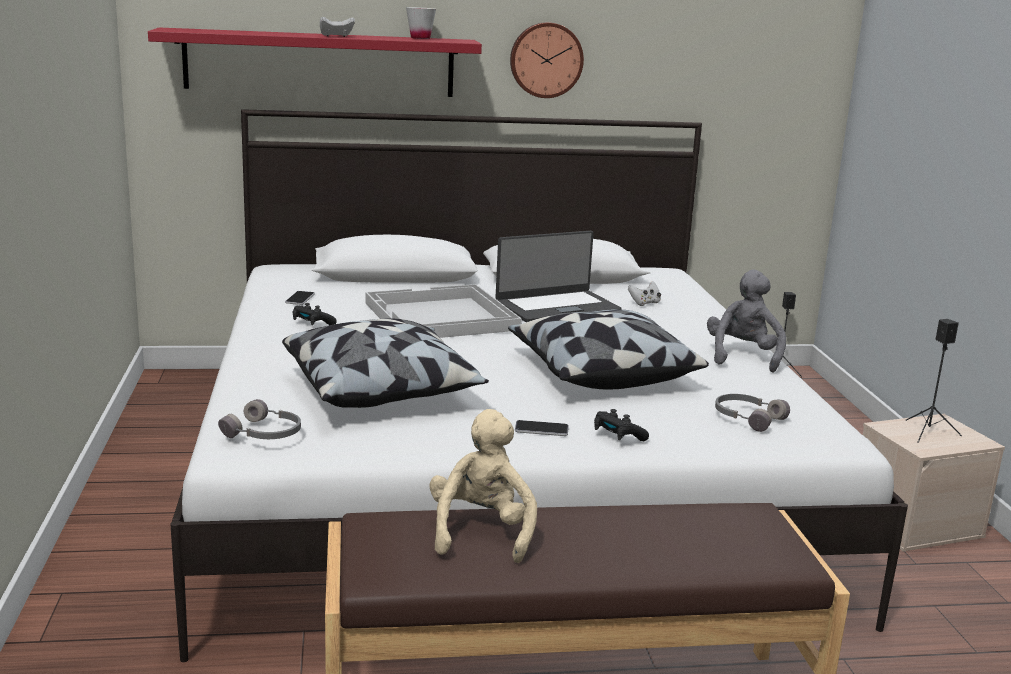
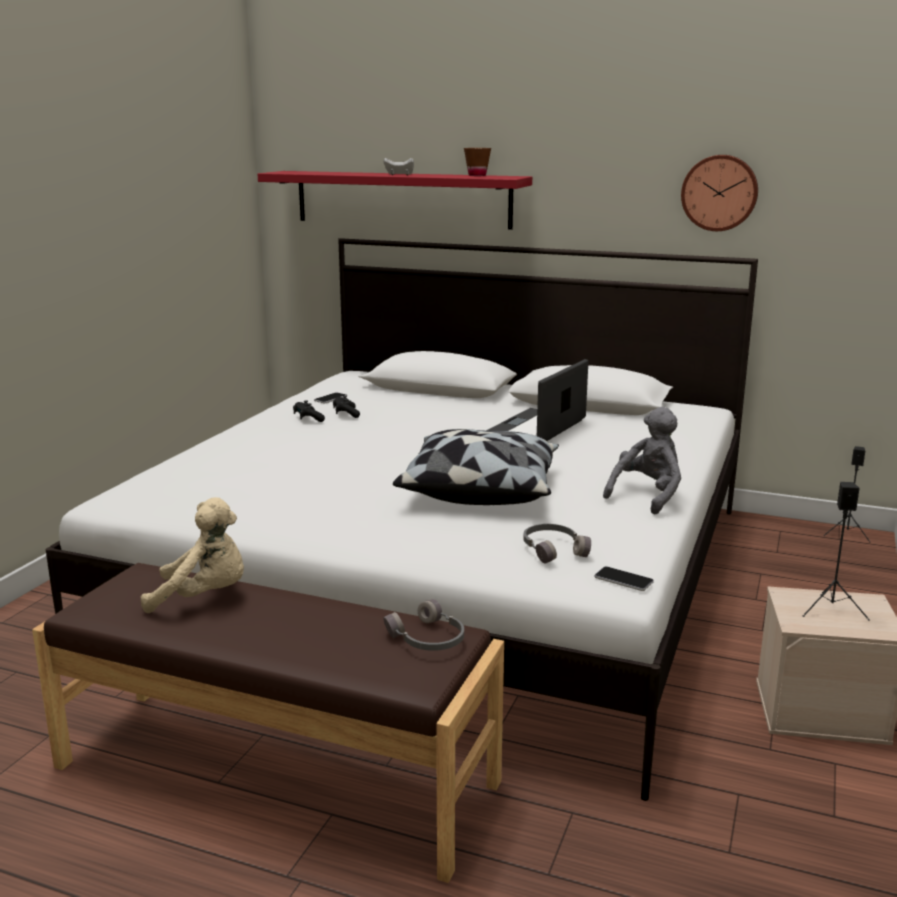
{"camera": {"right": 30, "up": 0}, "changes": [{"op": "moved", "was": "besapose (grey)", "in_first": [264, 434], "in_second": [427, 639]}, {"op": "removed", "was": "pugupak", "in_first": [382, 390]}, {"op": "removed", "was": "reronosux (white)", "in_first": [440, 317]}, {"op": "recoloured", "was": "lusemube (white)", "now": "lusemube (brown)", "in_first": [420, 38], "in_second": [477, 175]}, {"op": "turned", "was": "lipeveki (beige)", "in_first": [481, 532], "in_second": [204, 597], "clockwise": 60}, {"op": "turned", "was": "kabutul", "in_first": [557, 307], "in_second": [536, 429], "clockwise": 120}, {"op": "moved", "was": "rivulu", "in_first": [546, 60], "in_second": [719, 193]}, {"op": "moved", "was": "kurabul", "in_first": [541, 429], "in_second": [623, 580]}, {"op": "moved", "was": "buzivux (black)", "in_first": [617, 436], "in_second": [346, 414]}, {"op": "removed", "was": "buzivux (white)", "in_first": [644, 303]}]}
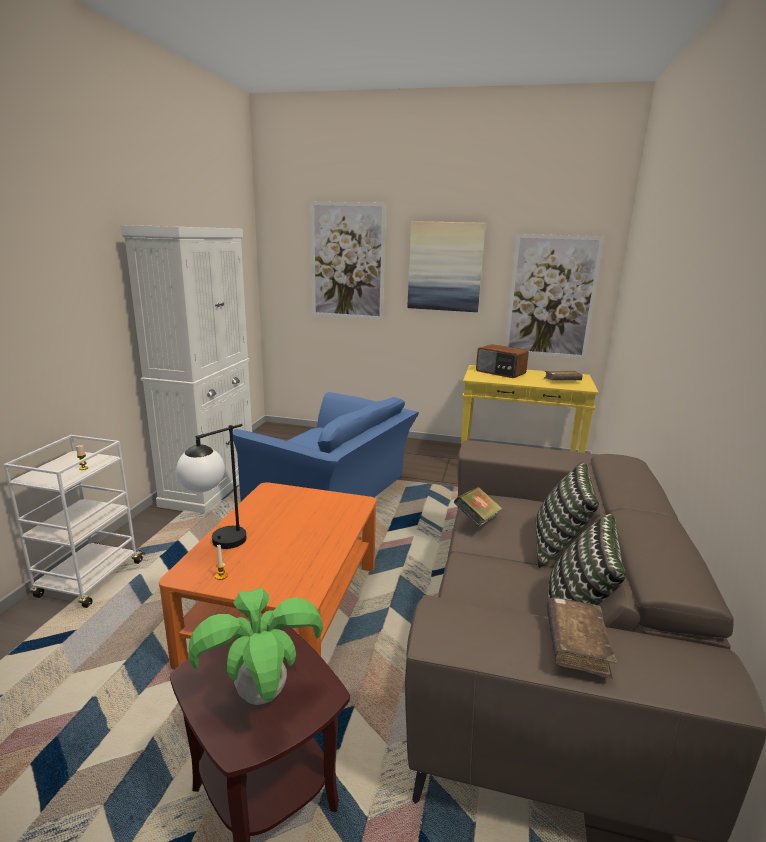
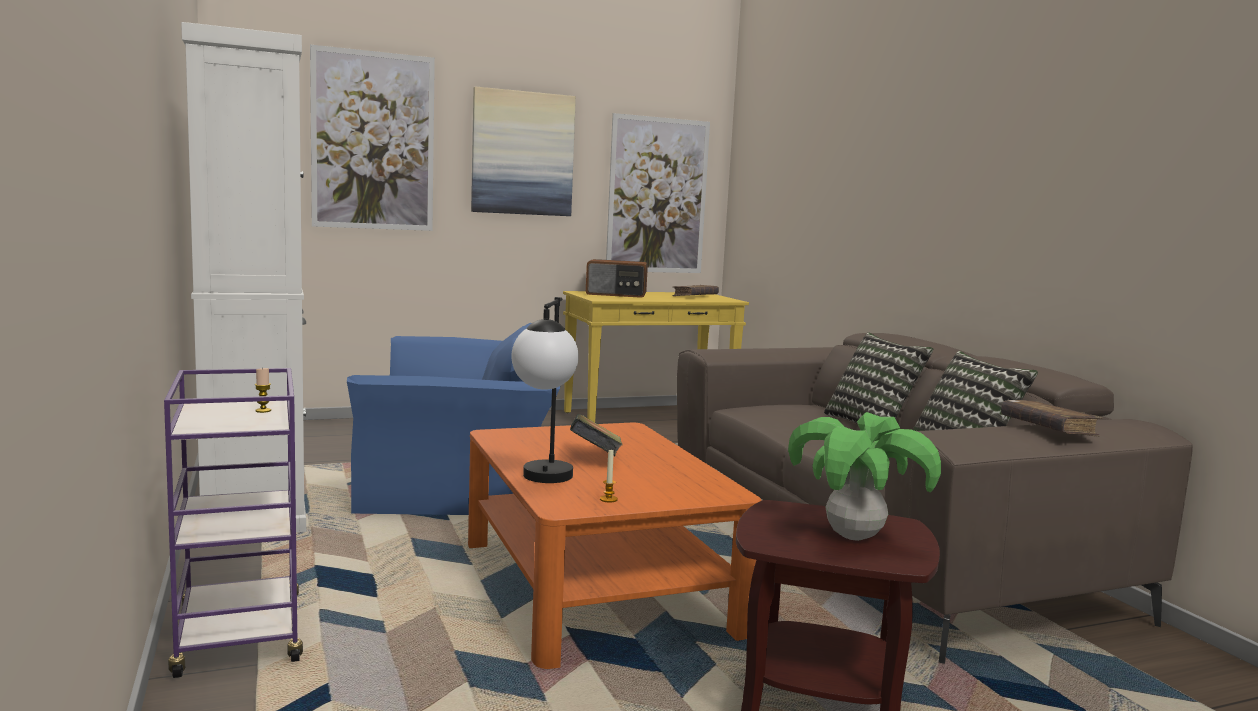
{"camera": {"right": -35, "up": -10}, "changes": [{"op": "recoloured", "was": "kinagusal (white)", "now": "kinagusal (purple)", "in_first": [90, 580], "in_second": [240, 637]}, {"op": "moved", "was": "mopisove", "in_first": [477, 520], "in_second": [595, 458]}]}
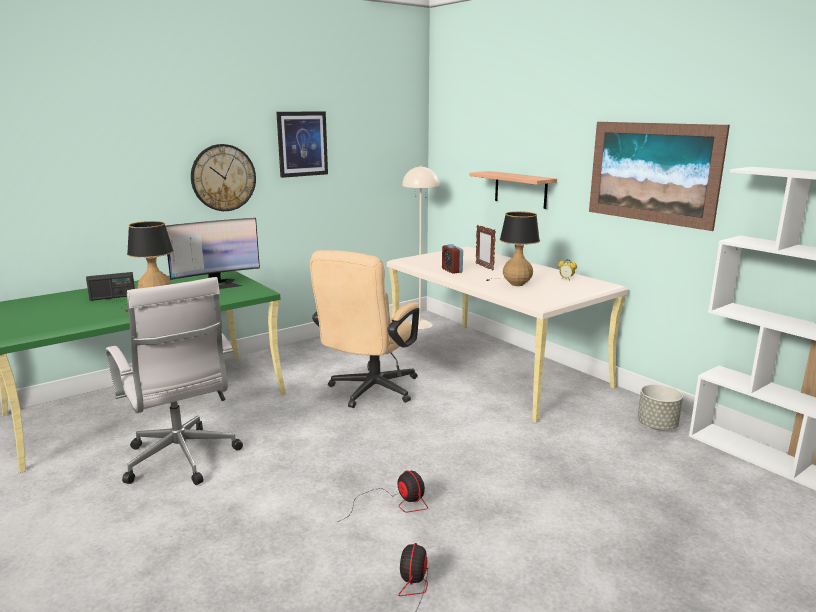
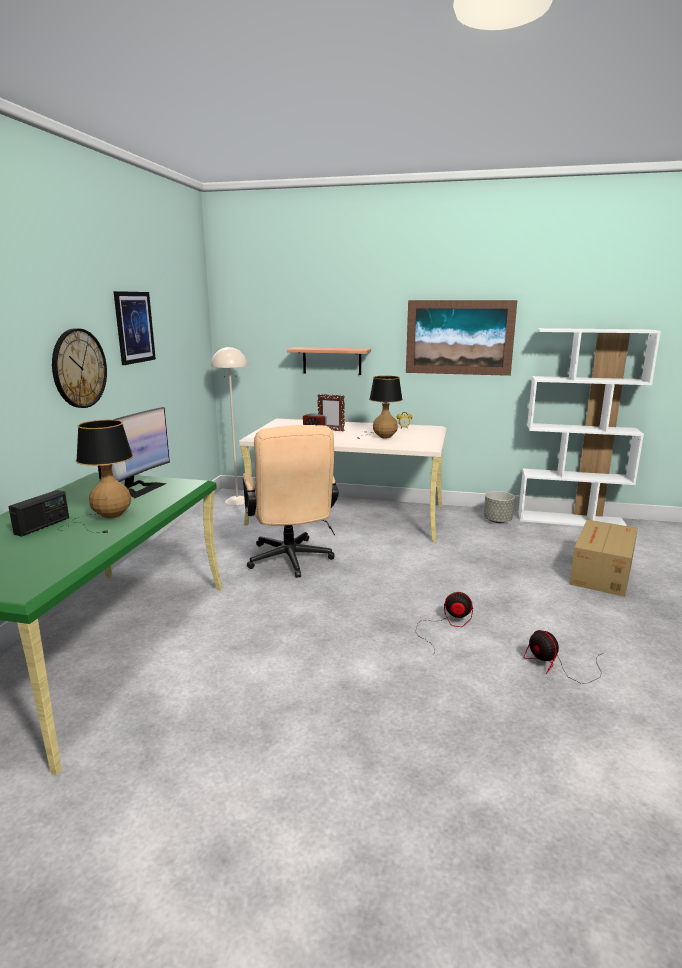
{"camera": {"right": -40, "up": 0}, "changes": [{"op": "removed", "was": "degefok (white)", "in_first": [182, 460]}, {"op": "added", "now": "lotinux", "in_second": [600, 573]}]}
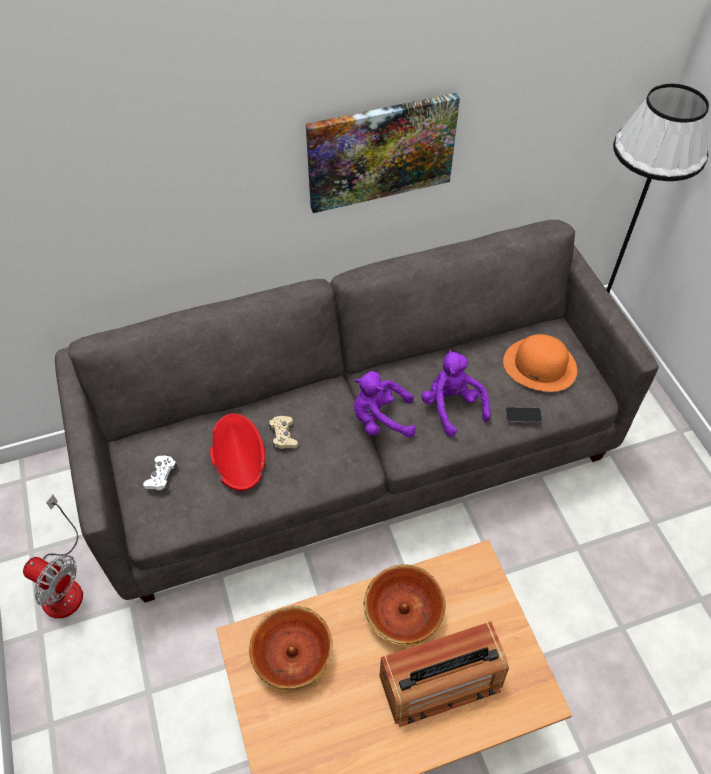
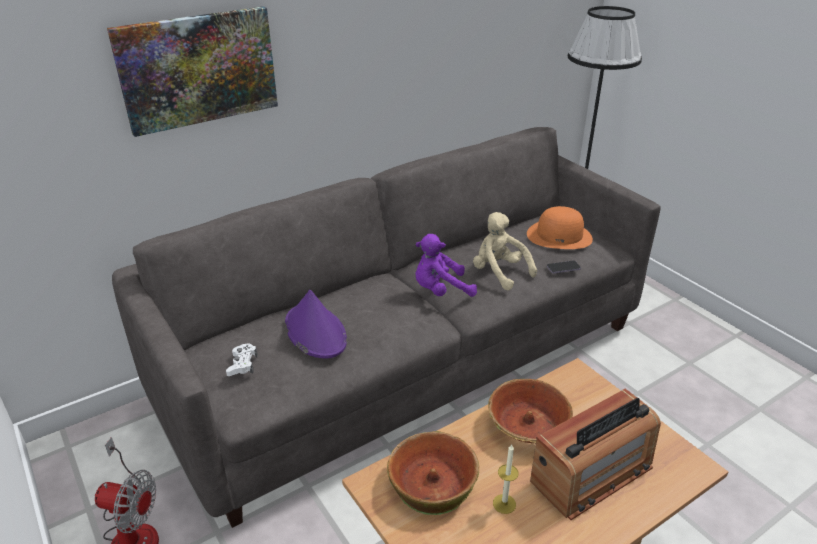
{"camera": {"right": -15, "up": -20}, "changes": [{"op": "recoloured", "was": "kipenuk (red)", "now": "kipenuk (purple)", "in_first": [237, 452], "in_second": [315, 332]}, {"op": "removed", "was": "buzivux (beige)", "in_first": [283, 436]}, {"op": "moved", "was": "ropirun", "in_first": [381, 152], "in_second": [198, 69]}, {"op": "recoloured", "was": "lipeveki (purple)", "now": "lipeveki (beige)", "in_first": [452, 407], "in_second": [499, 273]}, {"op": "added", "now": "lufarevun", "in_second": [504, 504]}]}
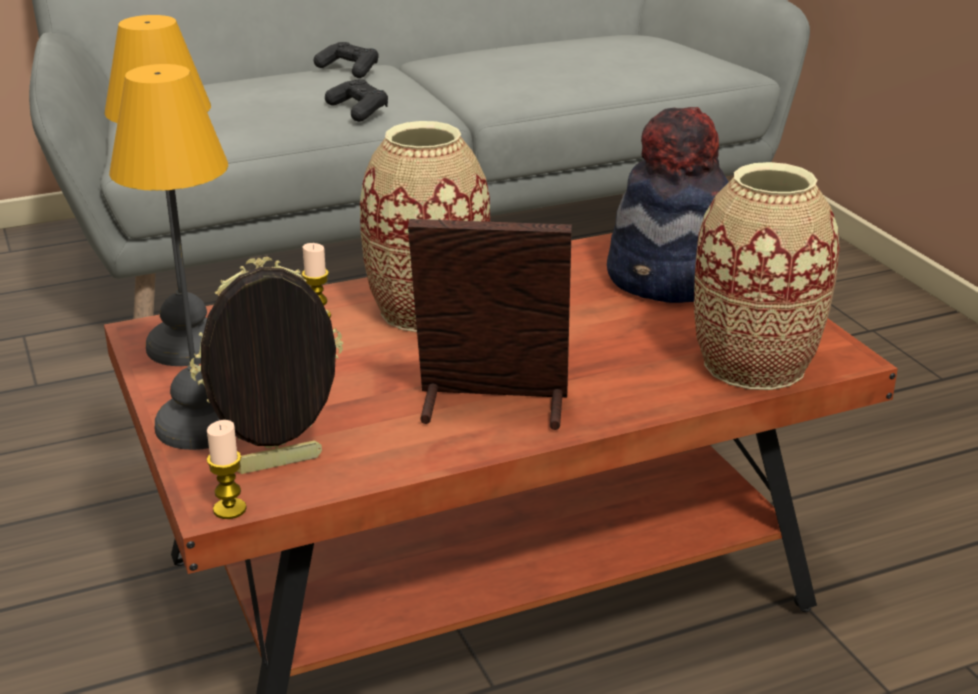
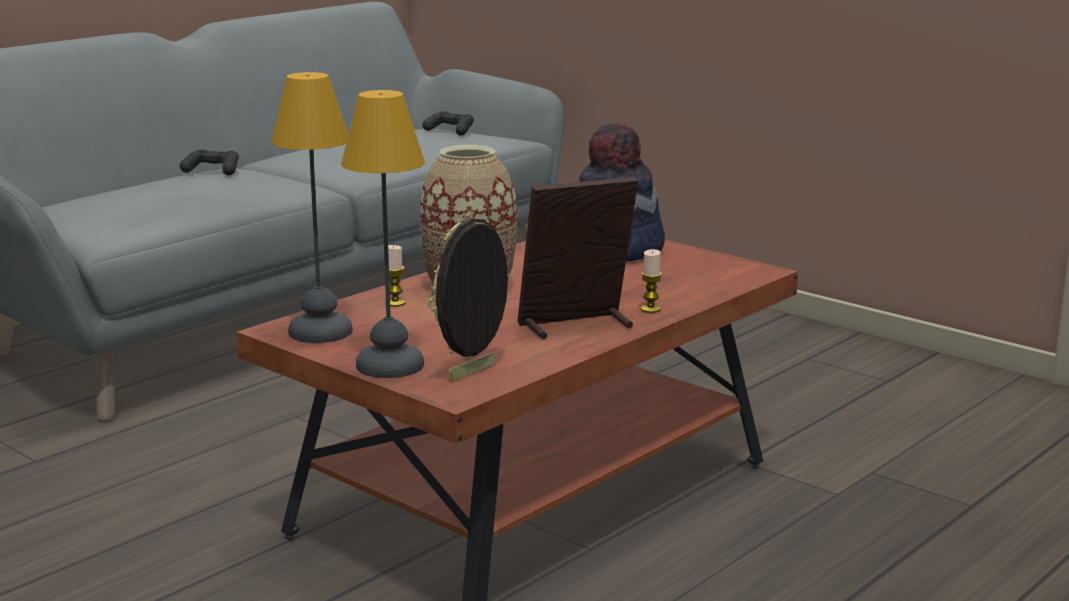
{"camera": {"right": -25, "up": -10}, "changes": [{"op": "moved", "was": "lufarevun", "in_first": [229, 509], "in_second": [650, 309]}, {"op": "moved", "was": "buzivux (black)", "in_first": [358, 110], "in_second": [450, 131]}, {"op": "removed", "was": "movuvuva", "in_first": [753, 364]}]}
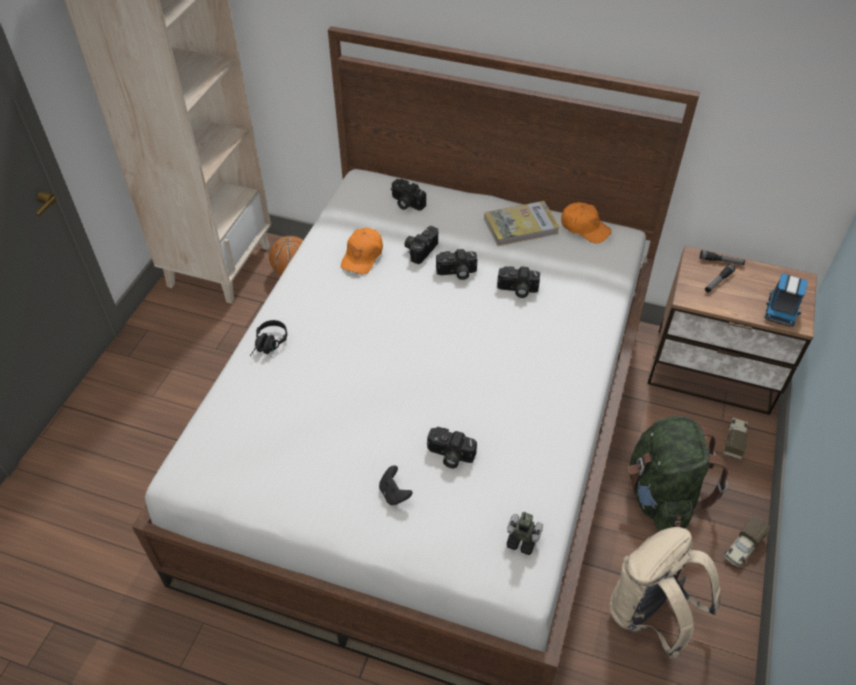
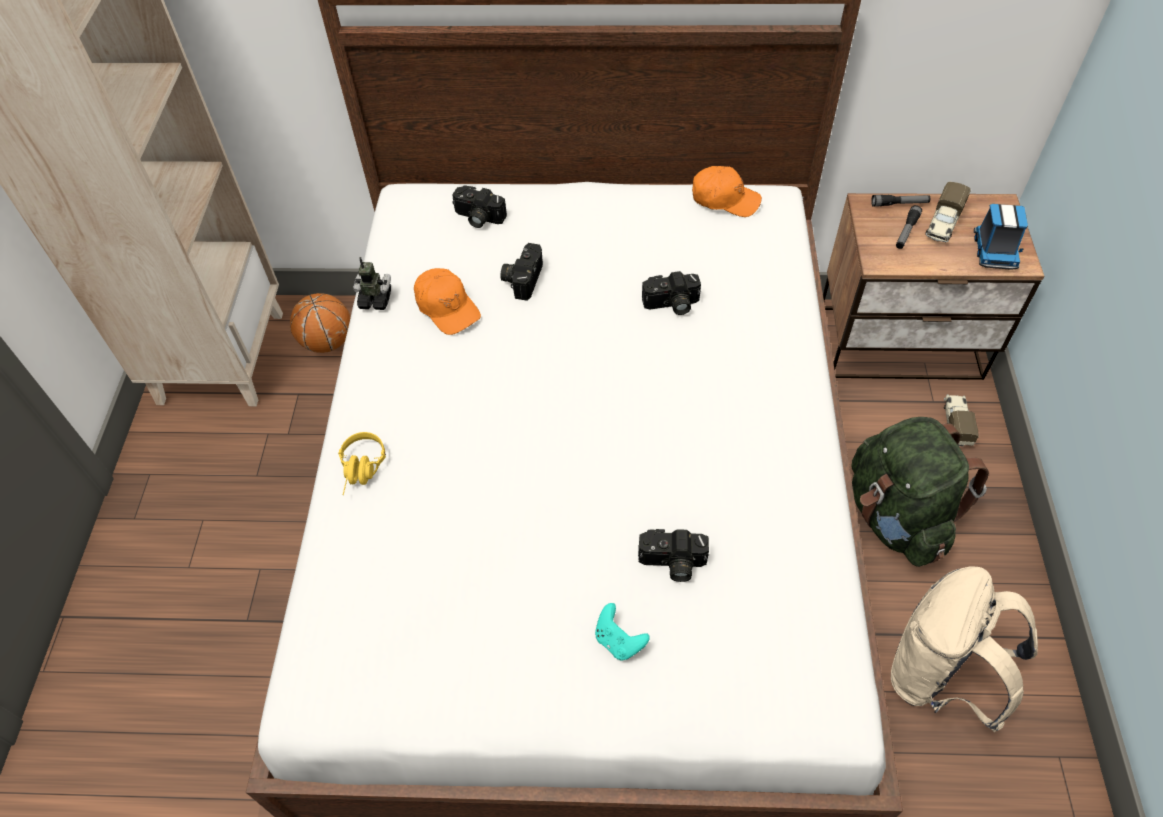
{"camera": {"right": -15, "up": 5}, "changes": [{"op": "recoloured", "was": "besapose (black)", "now": "besapose (yellow)", "in_first": [268, 345], "in_second": [362, 470]}, {"op": "turned", "was": "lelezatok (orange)", "in_first": [362, 256], "in_second": [447, 307], "clockwise": -45}, {"op": "recoloured", "was": "buzivux (black)", "now": "buzivux (turquoise)", "in_first": [394, 493], "in_second": [618, 641]}, {"op": "removed", "was": "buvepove", "in_first": [456, 273]}, {"op": "removed", "was": "mopisove", "in_first": [520, 226]}, {"op": "moved", "was": "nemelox", "in_first": [522, 540], "in_second": [375, 300]}, {"op": "moved", "was": "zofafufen", "in_first": [742, 548], "in_second": [943, 224]}]}
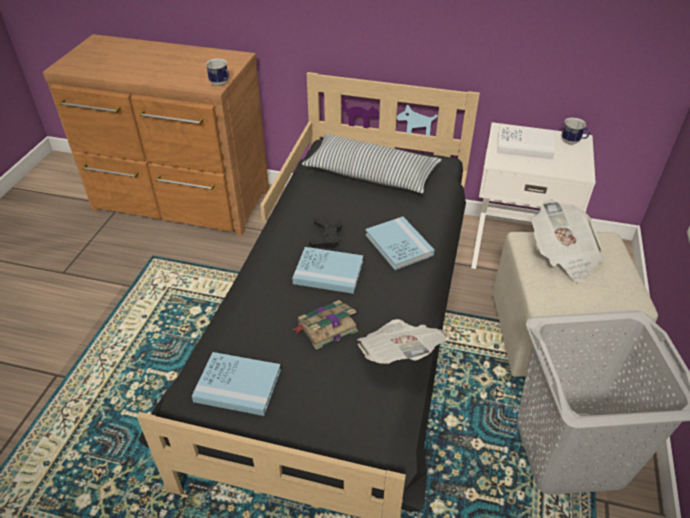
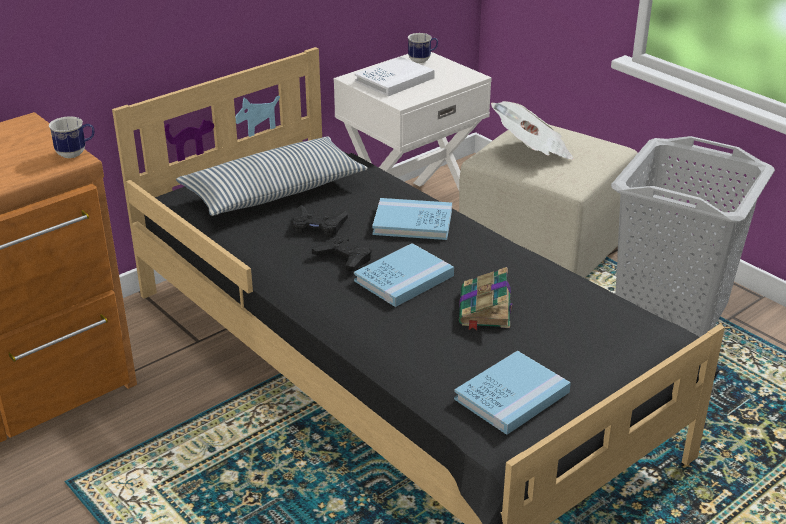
{"camera": {"right": -55, "up": -10}, "changes": [{"op": "removed", "was": "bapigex", "in_first": [398, 354]}, {"op": "added", "now": "buzivux (black)", "in_second": [318, 226]}]}
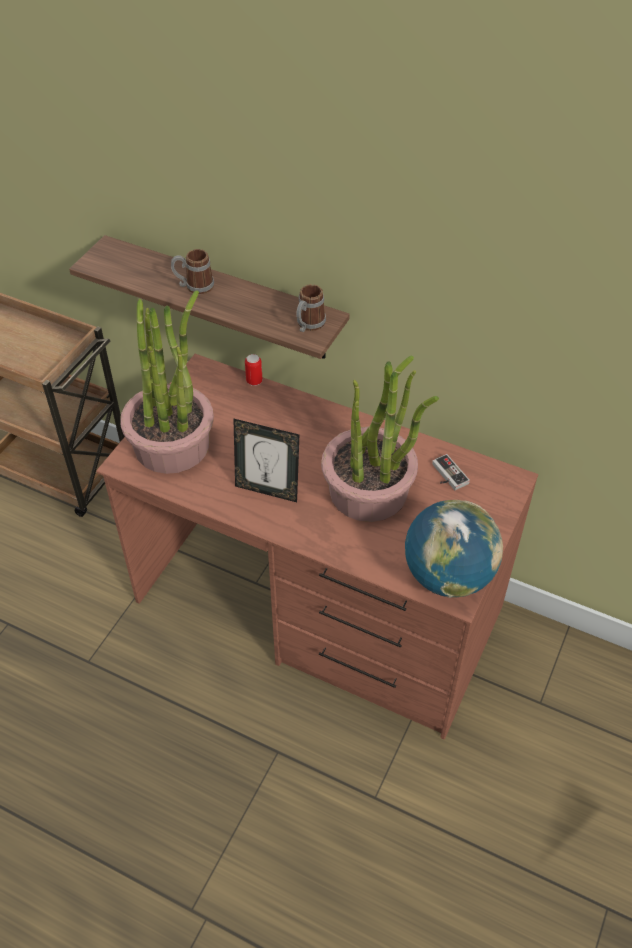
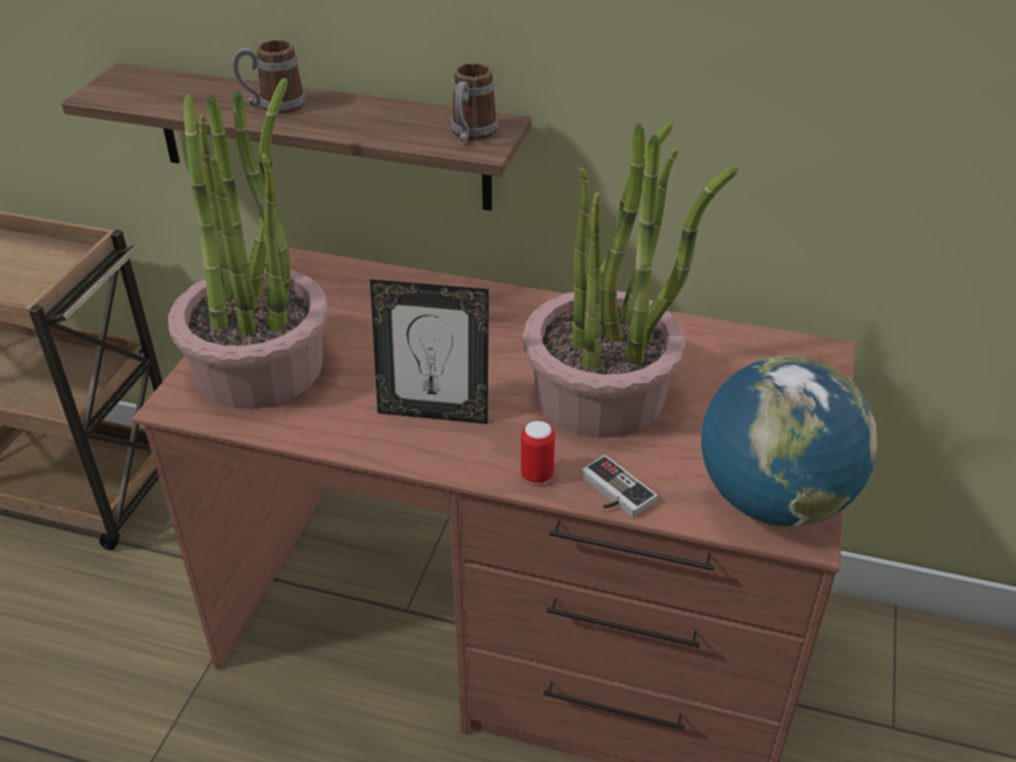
{"camera": {"right": -10, "up": -10}, "changes": [{"op": "moved", "was": "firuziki", "in_first": [254, 381], "in_second": [537, 475]}, {"op": "moved", "was": "buzivux", "in_first": [446, 475], "in_second": [612, 493]}]}
